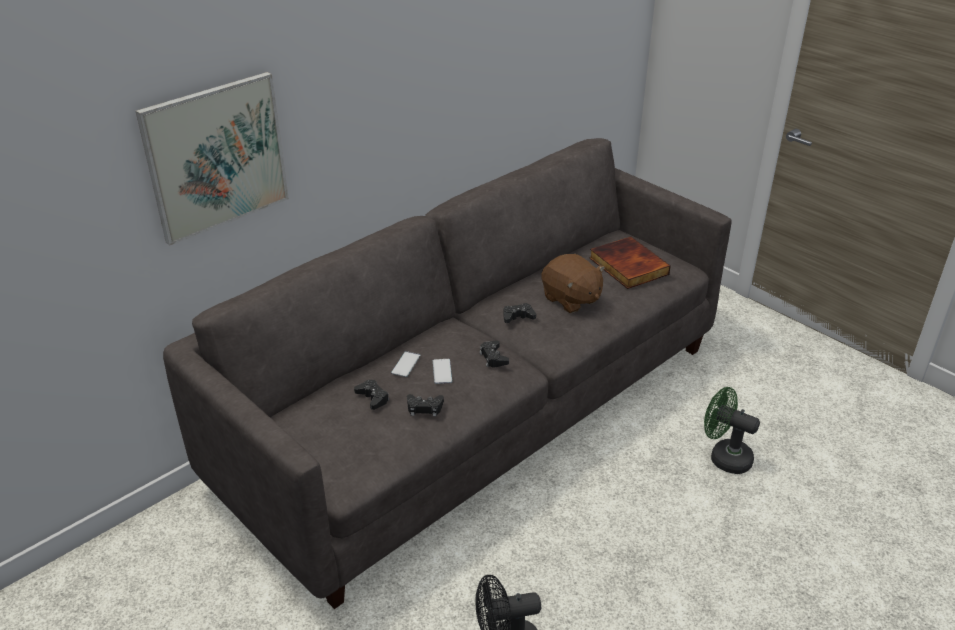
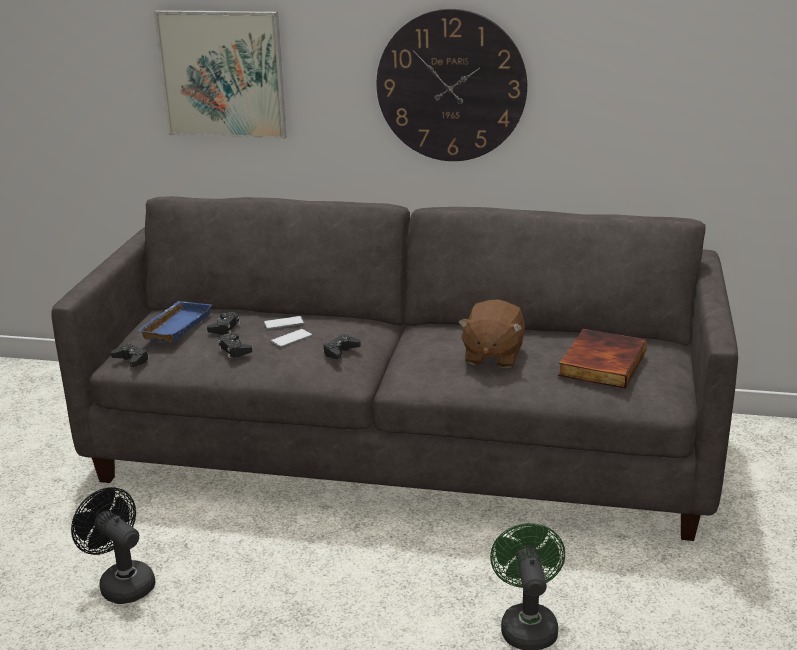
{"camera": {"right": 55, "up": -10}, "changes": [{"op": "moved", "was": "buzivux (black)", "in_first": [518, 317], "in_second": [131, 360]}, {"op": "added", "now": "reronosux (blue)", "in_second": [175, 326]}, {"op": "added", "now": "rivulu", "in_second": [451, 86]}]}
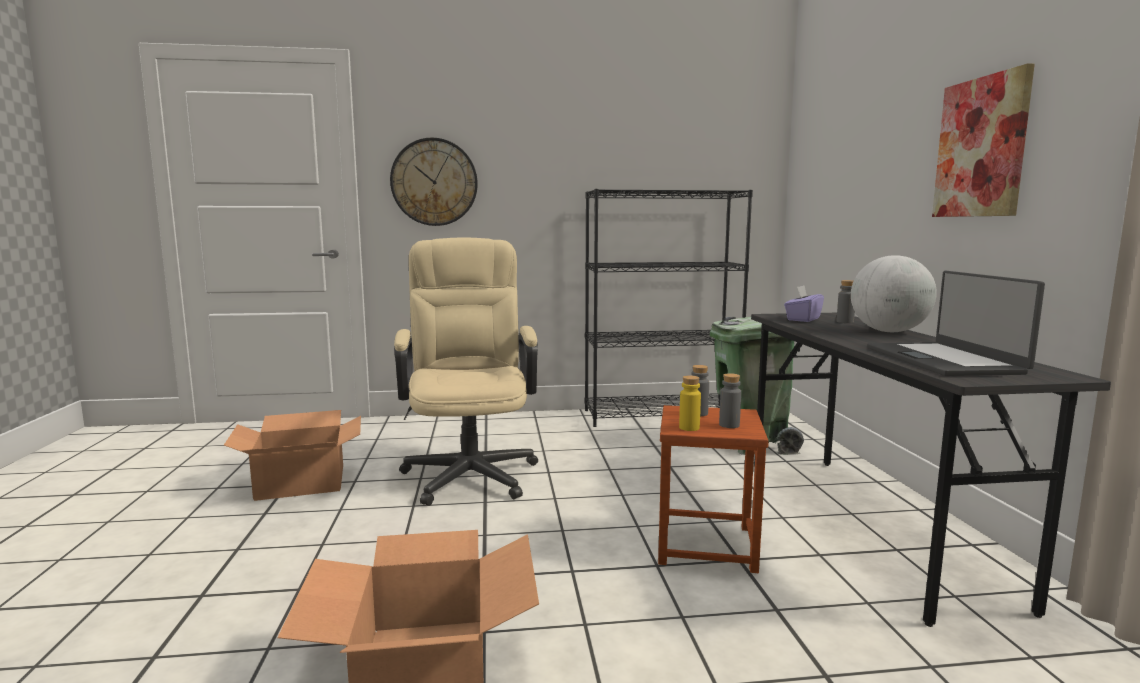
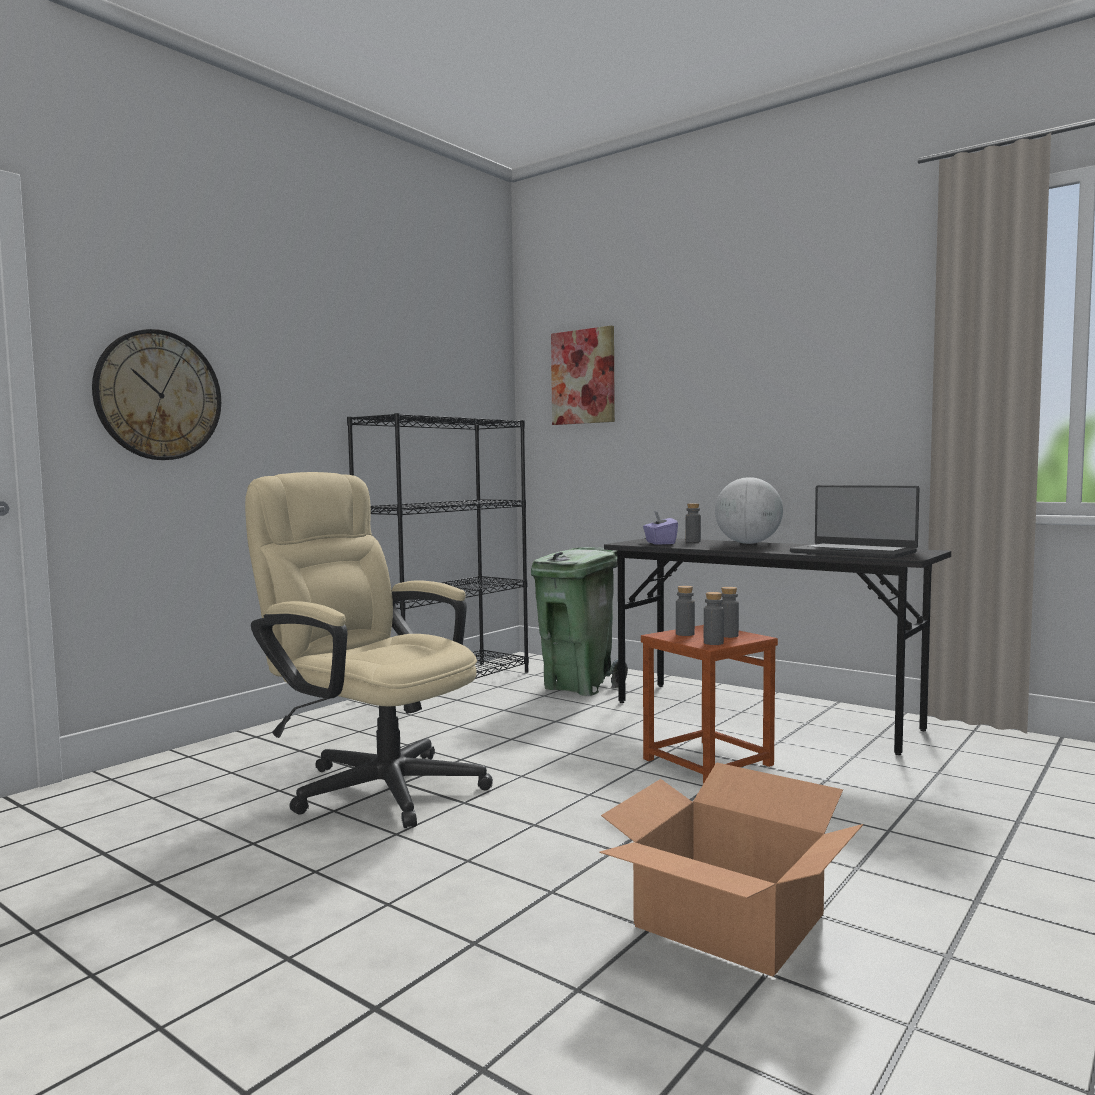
{"camera": {"right": -45, "up": -5}, "changes": [{"op": "removed", "was": "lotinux", "in_first": [300, 482]}, {"op": "recoloured", "was": "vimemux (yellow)", "now": "vimemux (grey)", "in_first": [689, 428], "in_second": [713, 643]}, {"op": "moved", "was": "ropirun", "in_first": [981, 147], "in_second": [583, 377]}]}
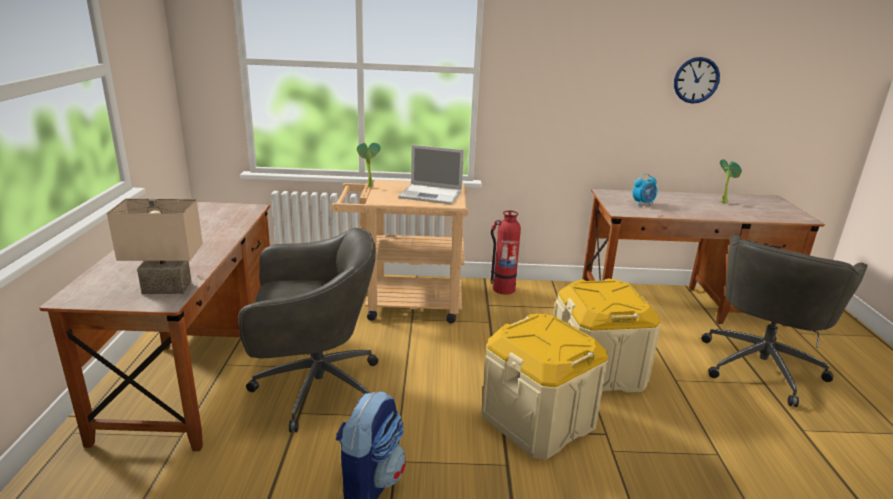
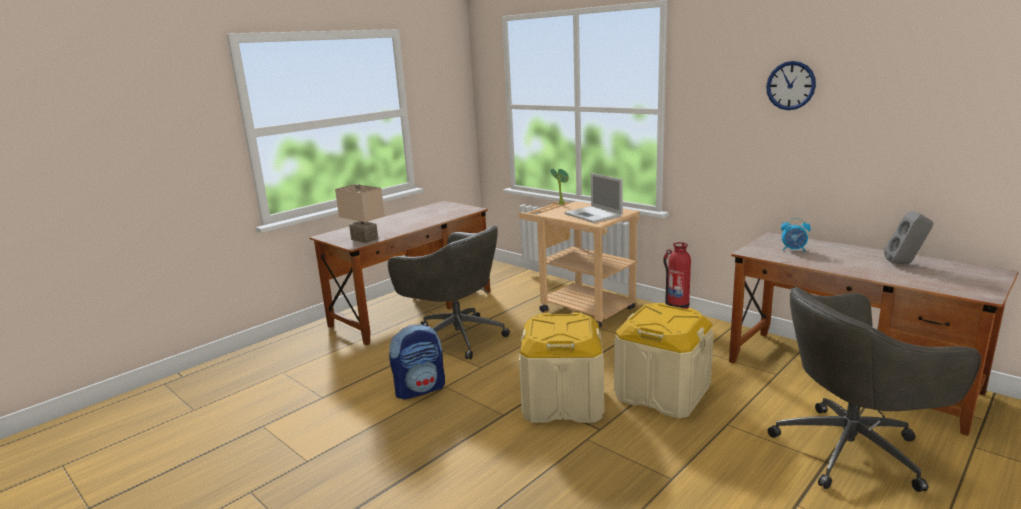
{"camera": {"right": 45, "up": -5}, "changes": [{"op": "moved", "was": "rivulu", "in_first": [696, 80], "in_second": [790, 85]}, {"op": "replaced", "was": "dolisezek", "now": "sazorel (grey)", "in_first": [723, 201], "in_second": [905, 263]}]}
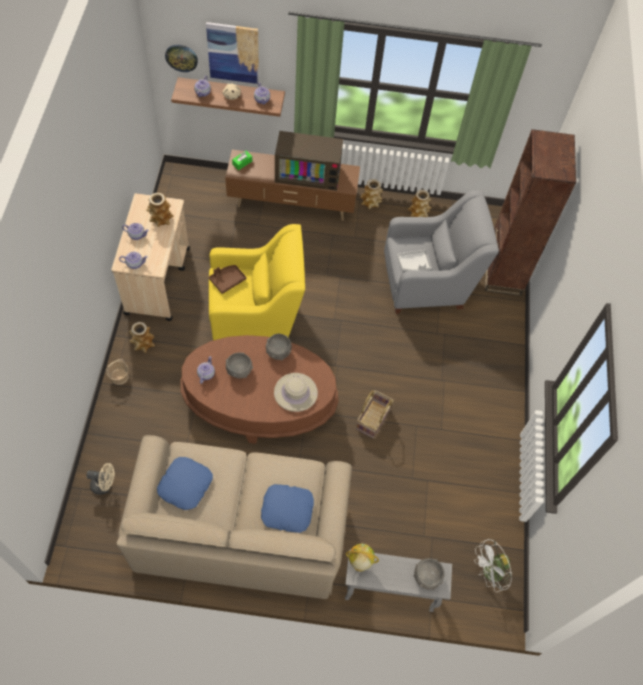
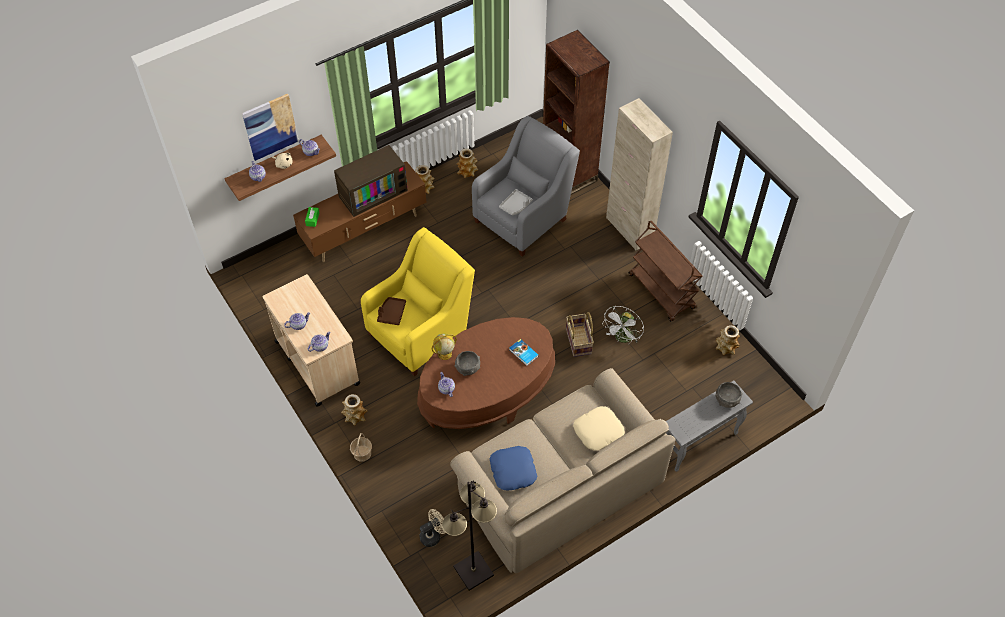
{"camera": {"right": -35, "up": -5}, "changes": [{"op": "moved", "was": "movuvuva", "in_first": [161, 218], "in_second": [726, 347]}, {"op": "removed", "was": "rivulu", "in_first": [181, 57]}, {"op": "recoloured", "was": "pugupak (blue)", "now": "pugupak (beige)", "in_first": [287, 509], "in_second": [598, 430]}, {"op": "removed", "was": "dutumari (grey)", "in_first": [278, 351]}, {"op": "replaced", "was": "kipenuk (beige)", "now": "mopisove", "in_first": [295, 393], "in_second": [523, 353]}, {"op": "moved", "was": "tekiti", "in_first": [359, 563], "in_second": [444, 354]}, {"op": "moved", "was": "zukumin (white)", "in_first": [489, 574], "in_second": [622, 339]}, {"op": "added", "now": "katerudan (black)", "in_second": [473, 571]}, {"op": "added", "now": "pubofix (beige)", "in_second": [629, 229]}, {"op": "added", "now": "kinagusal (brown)", "in_second": [662, 292]}]}
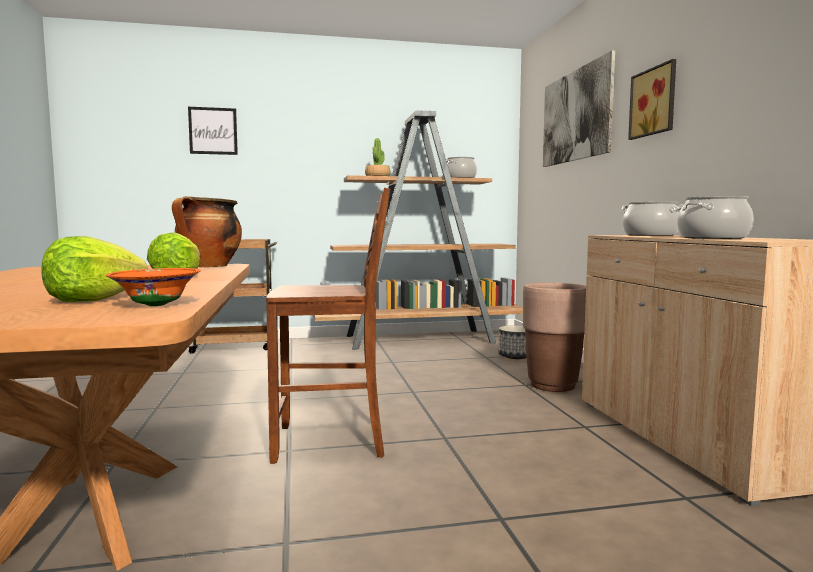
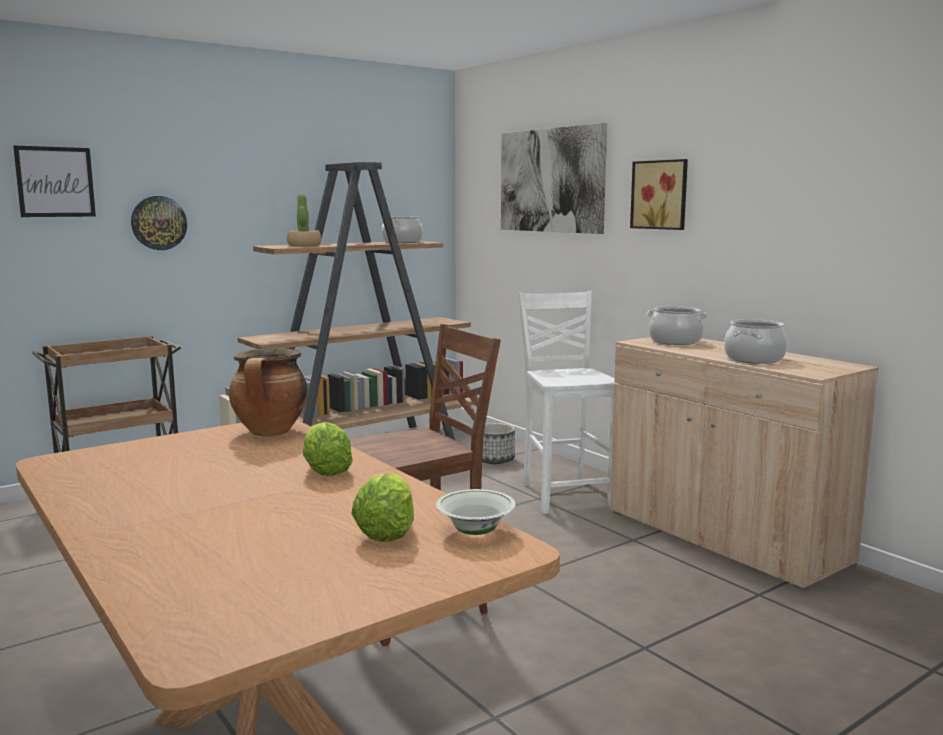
{"camera": {"right": -25, "up": 5}, "changes": [{"op": "recoloured", "was": "dutumari (orange)", "now": "dutumari (white)", "in_first": [156, 305], "in_second": [475, 532]}, {"op": "replaced", "was": "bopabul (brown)", "now": "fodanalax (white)", "in_first": [552, 385], "in_second": [565, 495]}, {"op": "added", "now": "rivulu", "in_second": [159, 223]}]}
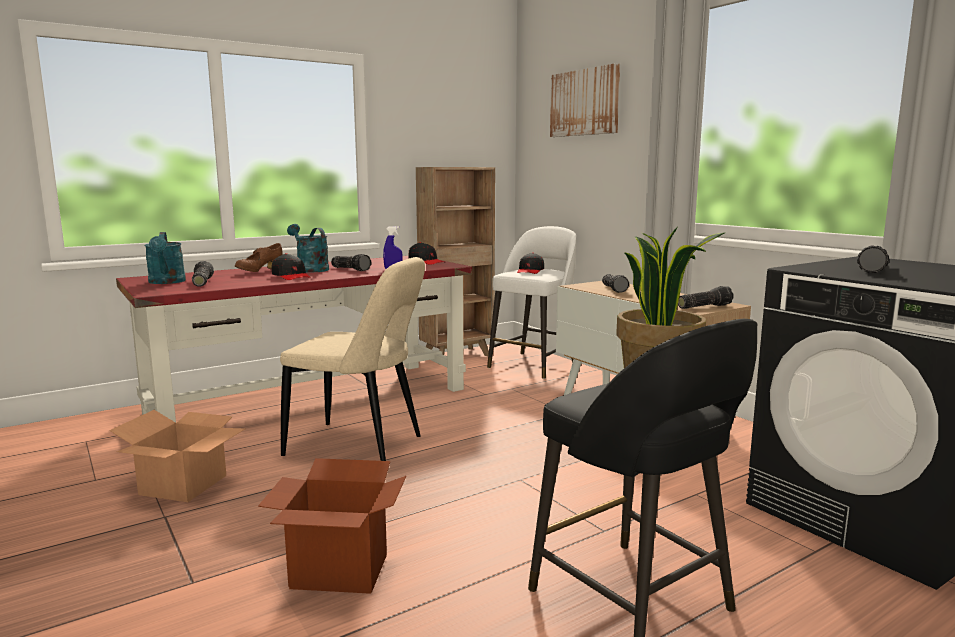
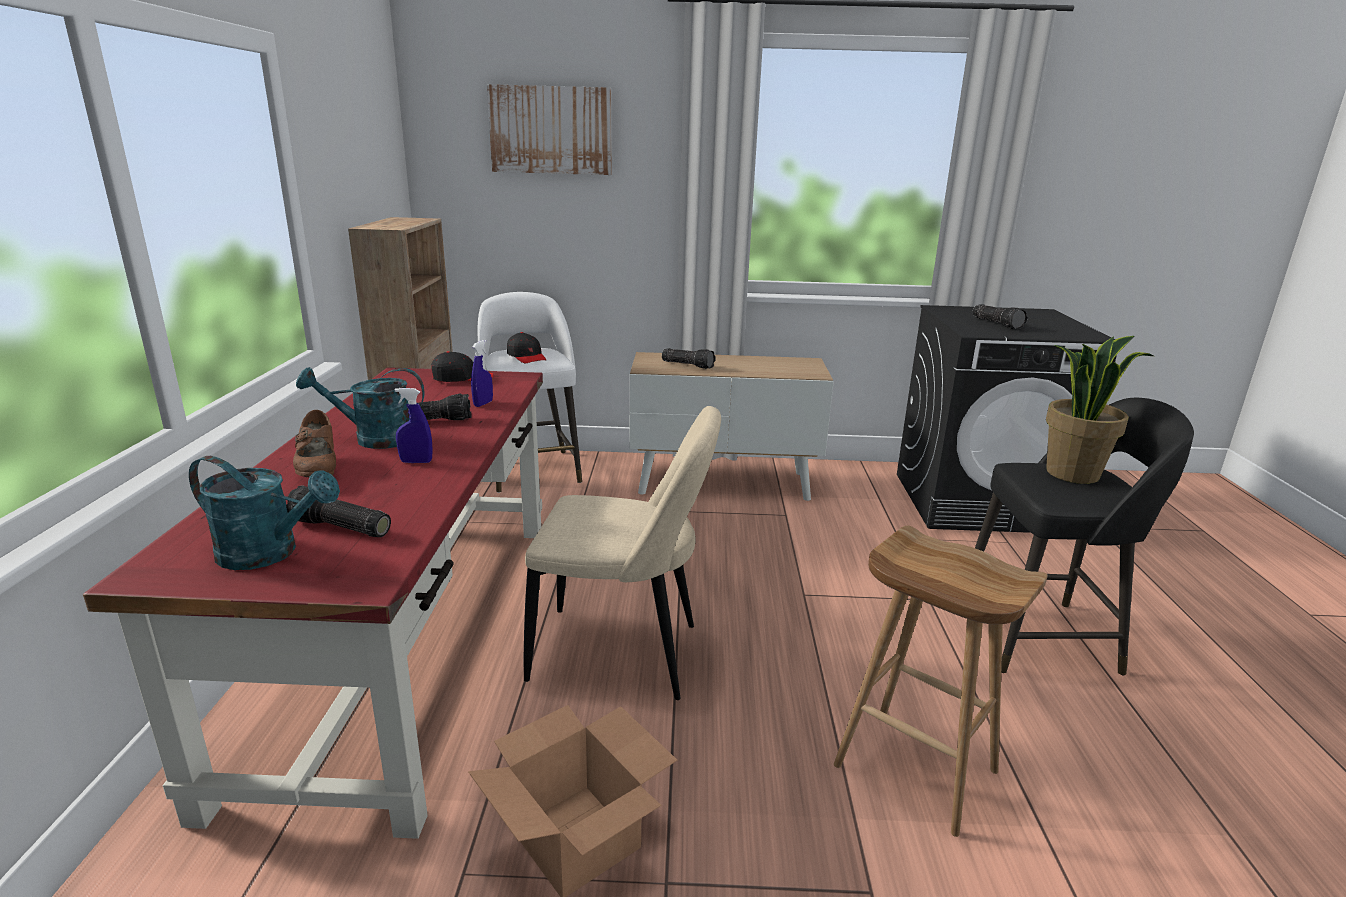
{"camera": {"right": -55, "up": 10}, "changes": [{"op": "replaced", "was": "lotinux", "now": "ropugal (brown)", "in_first": [338, 572], "in_second": [912, 768]}, {"op": "replaced", "was": "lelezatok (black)", "now": "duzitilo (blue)", "in_first": [291, 276], "in_second": [416, 462]}, {"op": "turned", "was": "fodanalax (beige)", "in_first": [360, 447], "in_second": [623, 654], "clockwise": 45}, {"op": "removed", "was": "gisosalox", "in_first": [704, 306]}]}
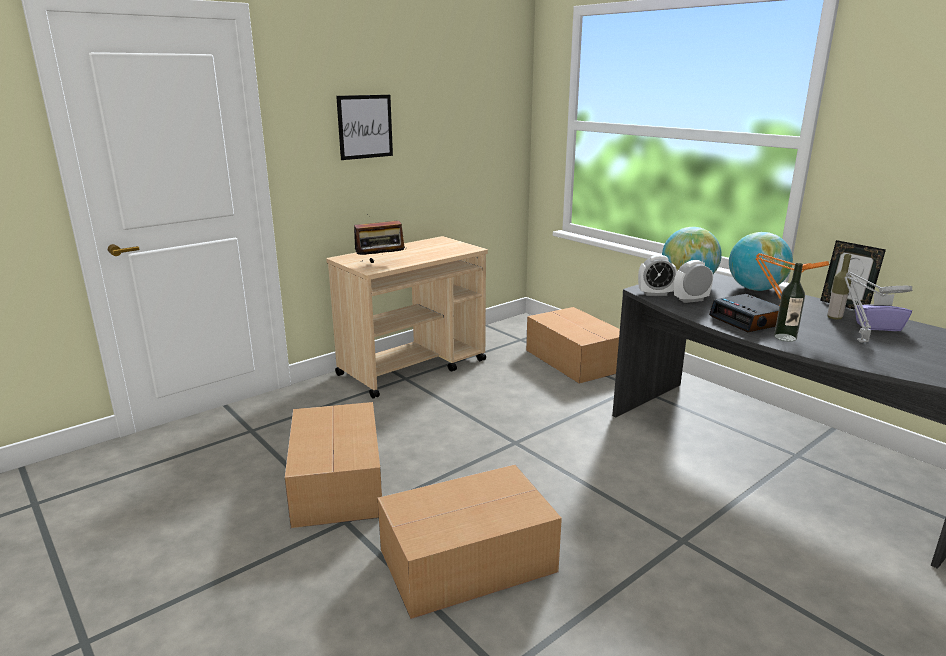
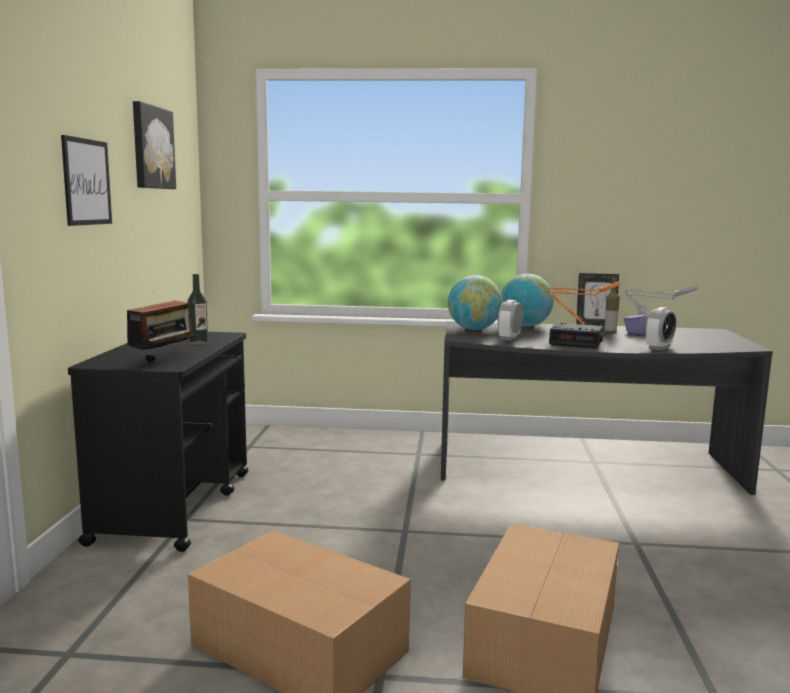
{"camera": {"right": -45, "up": -10}, "changes": [{"op": "recoloured", "was": "kinagusal (beige)", "now": "kinagusal (black)", "in_first": [413, 367], "in_second": [175, 505]}, {"op": "removed", "was": "lotinux", "in_first": [574, 359]}, {"op": "moved", "was": "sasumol", "in_first": [655, 294], "in_second": [658, 348]}, {"op": "moved", "was": "vimemux", "in_first": [785, 337], "in_second": [198, 343]}, {"op": "added", "now": "ropirun", "in_second": [151, 147]}]}
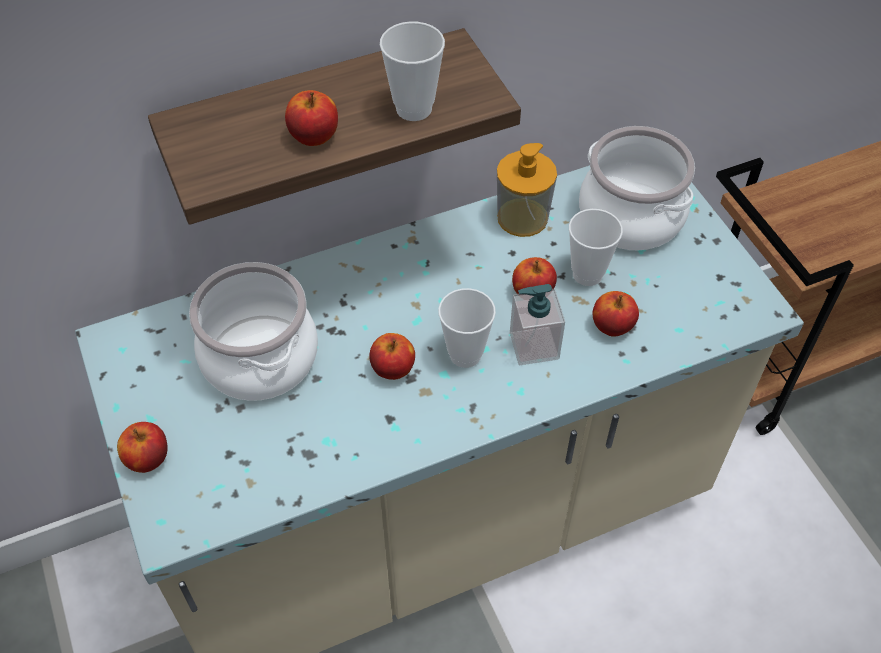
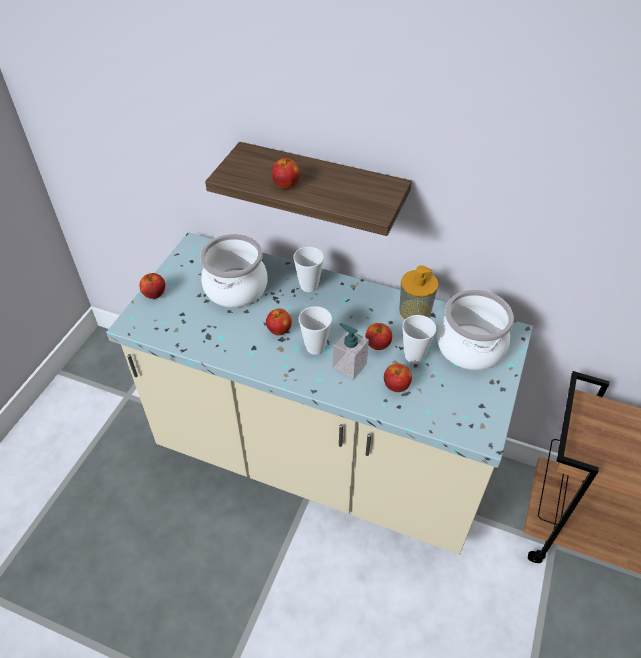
{"camera": {"right": 45, "up": -5}, "changes": [{"op": "moved", "was": "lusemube", "in_first": [414, 109], "in_second": [309, 286]}]}
